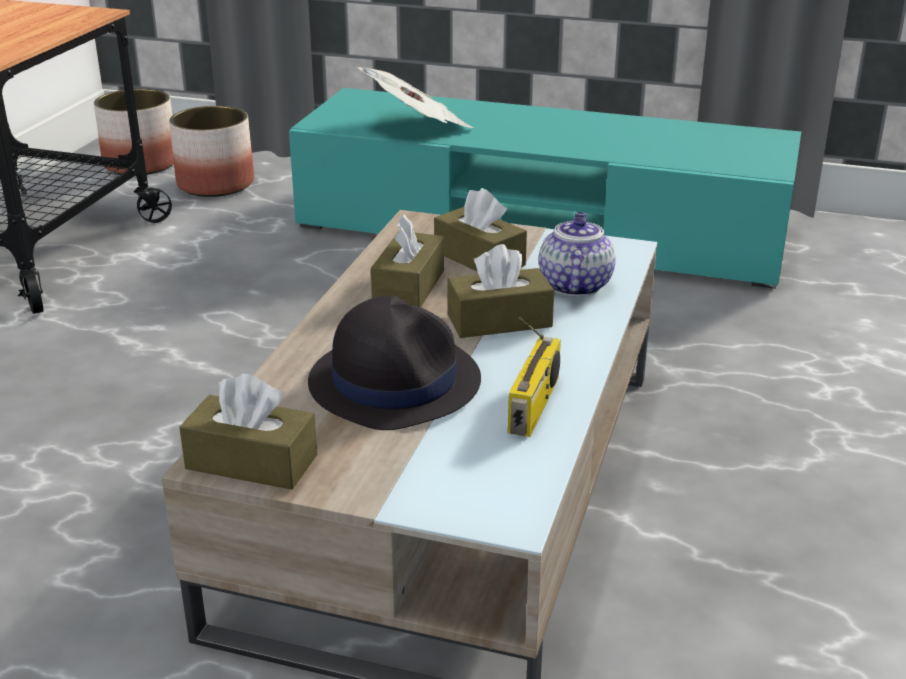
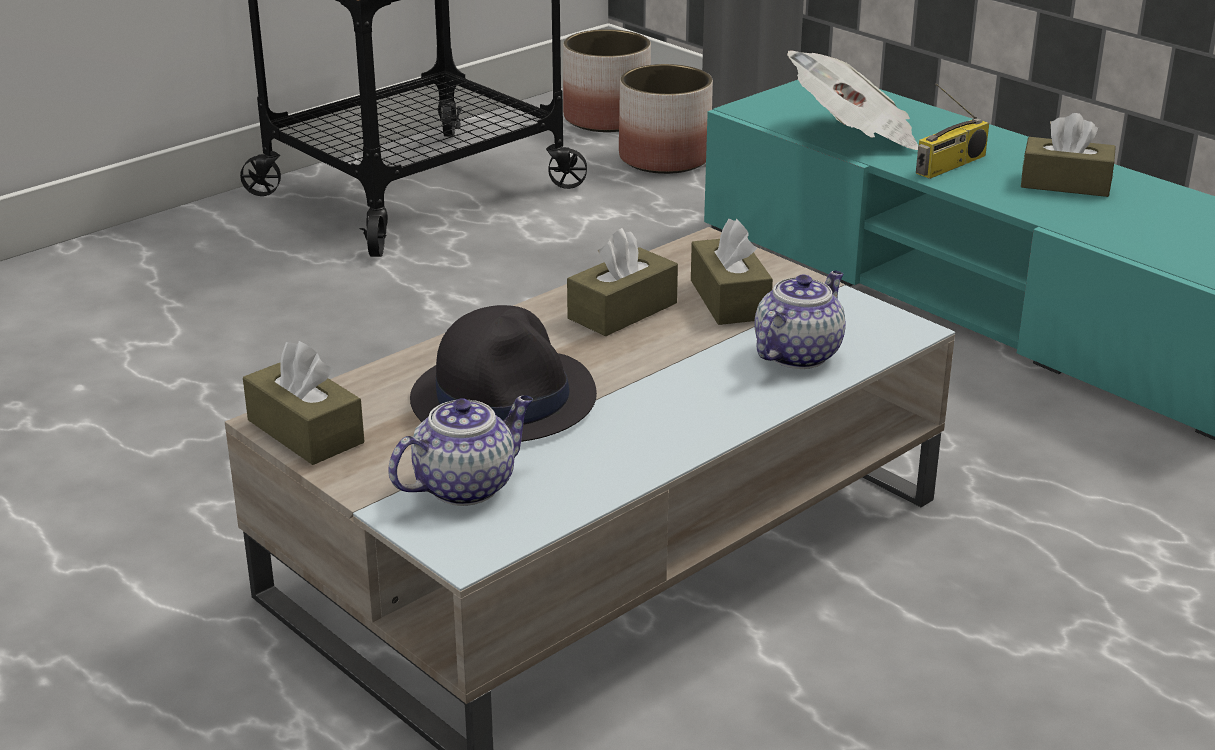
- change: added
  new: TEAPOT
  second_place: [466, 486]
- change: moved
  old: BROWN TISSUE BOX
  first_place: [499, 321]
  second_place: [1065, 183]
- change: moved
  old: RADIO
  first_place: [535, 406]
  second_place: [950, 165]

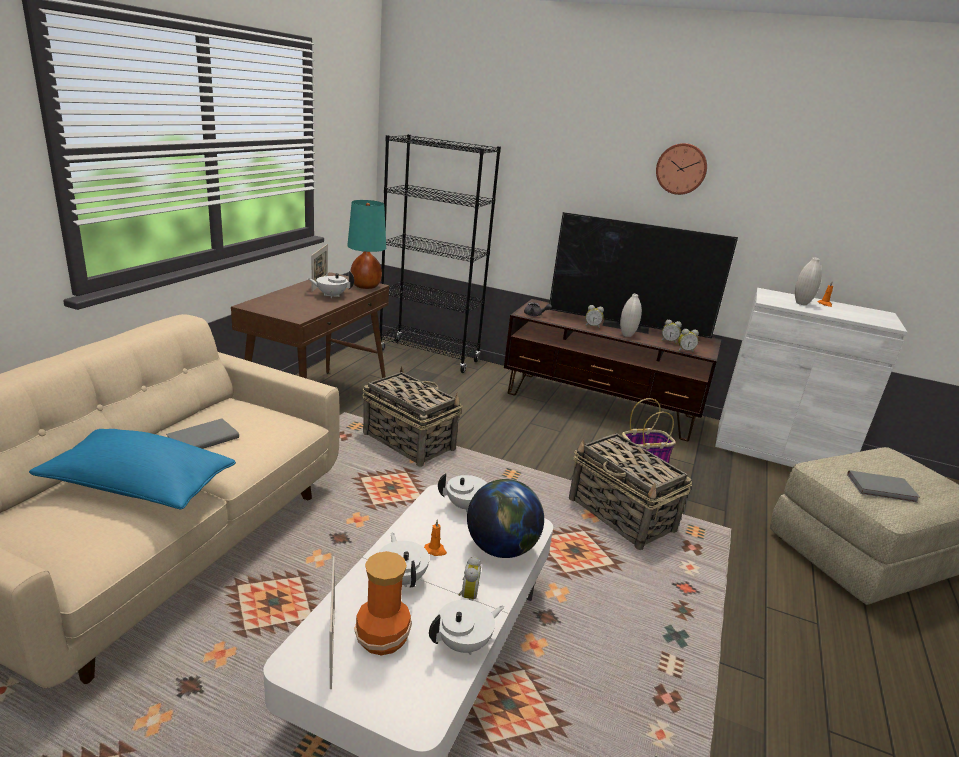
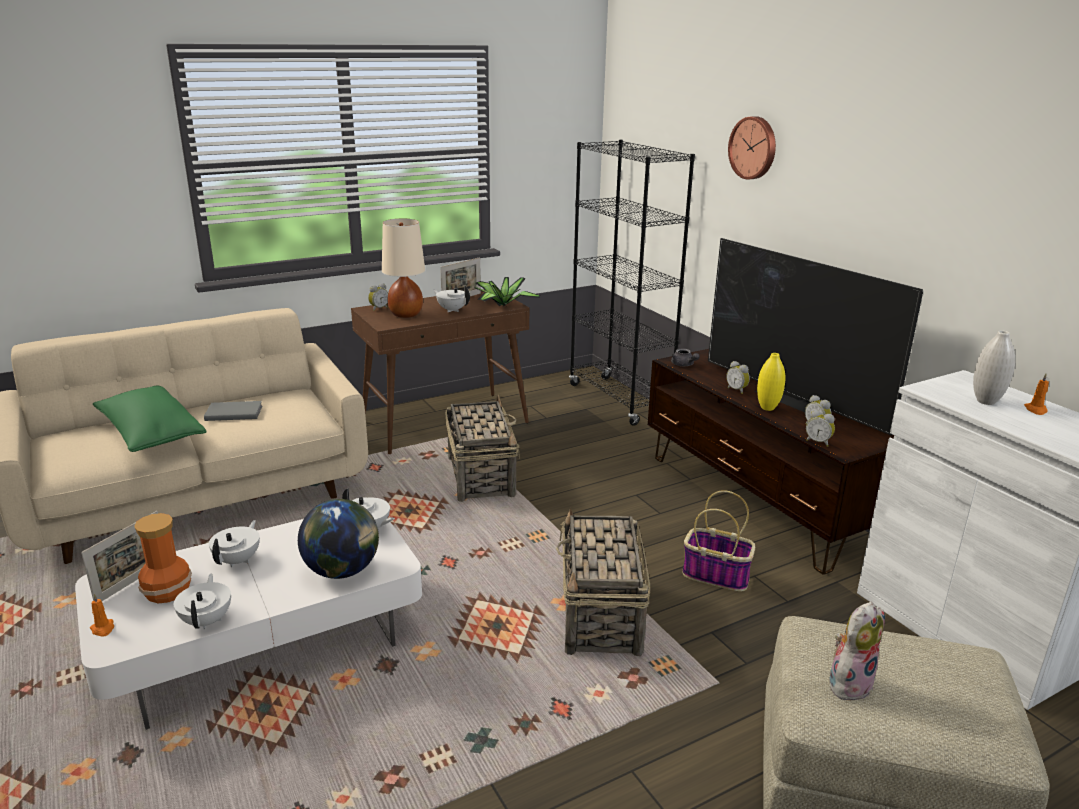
- change: added
  new: BEIGE TABLE LAMP
  second_place: [406, 314]
- change: moved
  old: ORANGE CANDLE
  first_place: [435, 550]
  second_place: [103, 629]
- change: moved
  old: ALARM CLOCK
  first_place: [467, 596]
  second_place: [378, 308]
- change: moved
  old: WALL CLOCK
  first_place: [681, 169]
  second_place: [754, 148]
- change: replaced
  old: TURQUOISE TABLE LAMP
  new: POTTED PLANT
  first_place: [365, 286]
  second_place: [502, 305]
- change: replaced
  old: GREY BOOK
  new: PLUSH TOY
  first_place: [882, 489]
  second_place: [849, 683]
- change: recoloured
  old: BLUE PILLOW
  new: GREEN PILLOW
  first_place: [139, 487]
  second_place: [151, 435]
- change: recoloured
  old: WHITE VASE
  new: YELLOW VASE
  first_place: [627, 335]
  second_place: [767, 408]
- change: turned
  old: WHITE TEAPOT
  first_place: [464, 643]
  second_place: [207, 620]
  degrees: -105

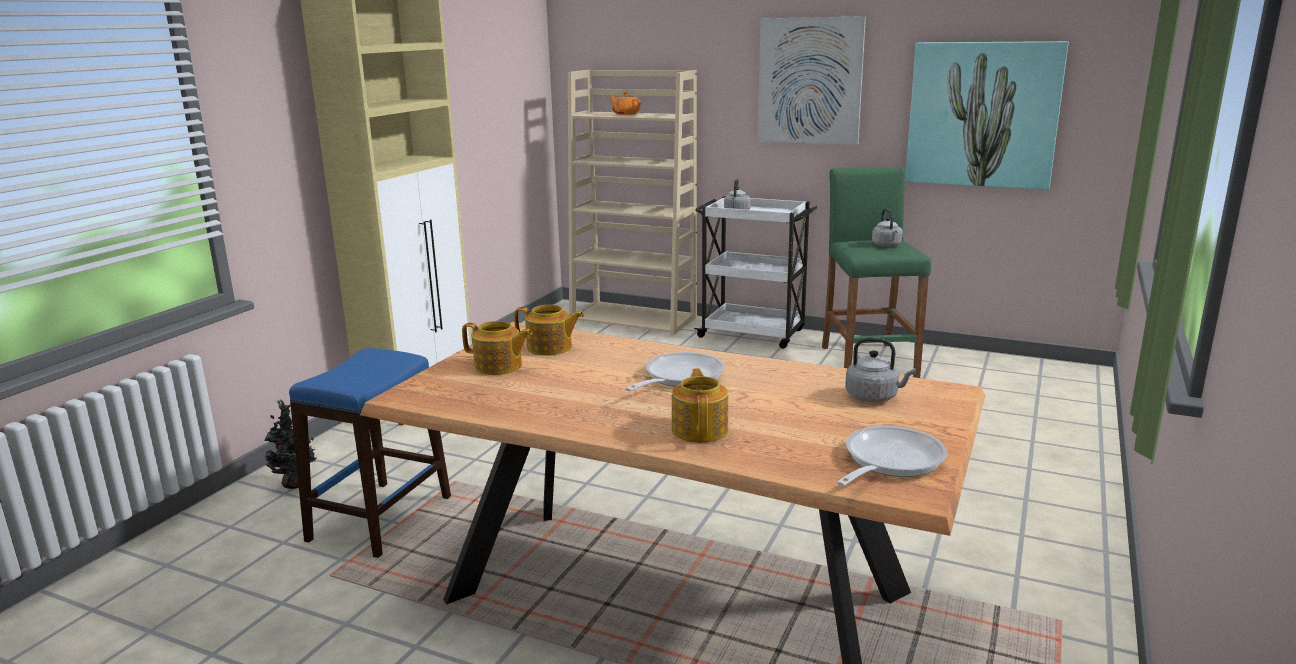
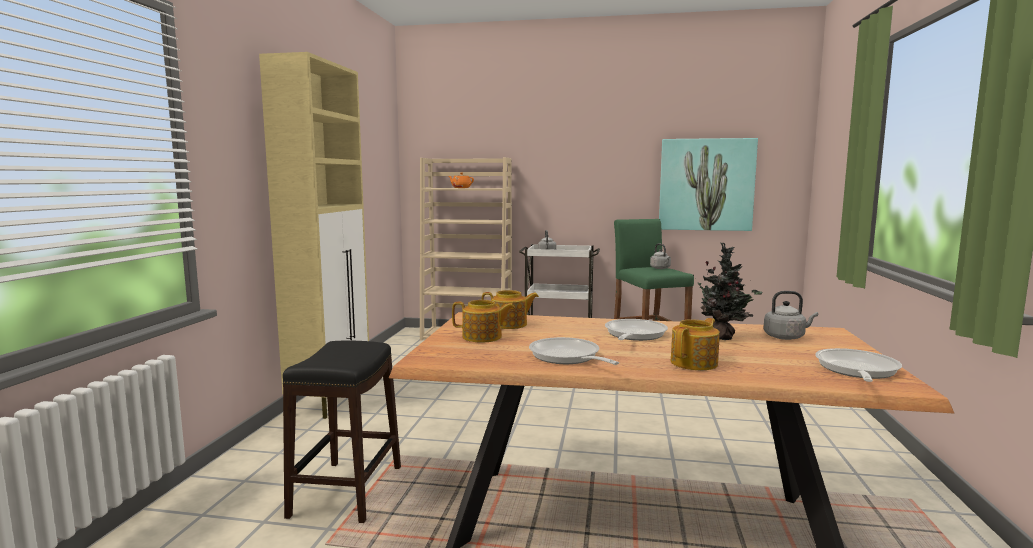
- change: removed
  old: PICTURE
  first_place: [809, 81]
- change: added
  new: FRYING PAN
  second_place: [567, 357]
- change: moved
  old: POTTED PLANT
  first_place: [296, 485]
  second_place: [723, 338]
- change: recoloured
  old: BLUE STOOL
  new: BLACK STOOL
  first_place: [379, 518]
  second_place: [346, 491]
- change: turned
  old: TEAPOT
  first_place: [700, 429]
  second_place: [695, 363]
  degrees: 60

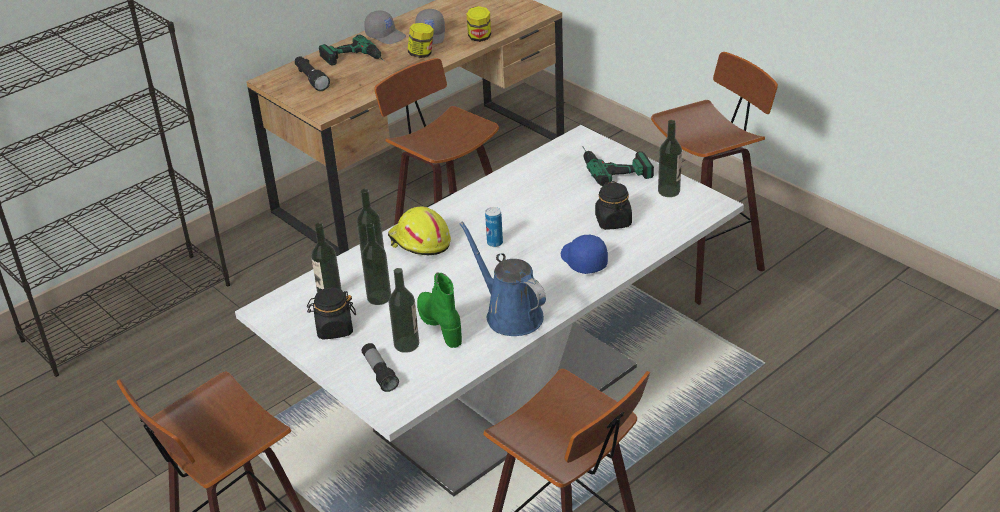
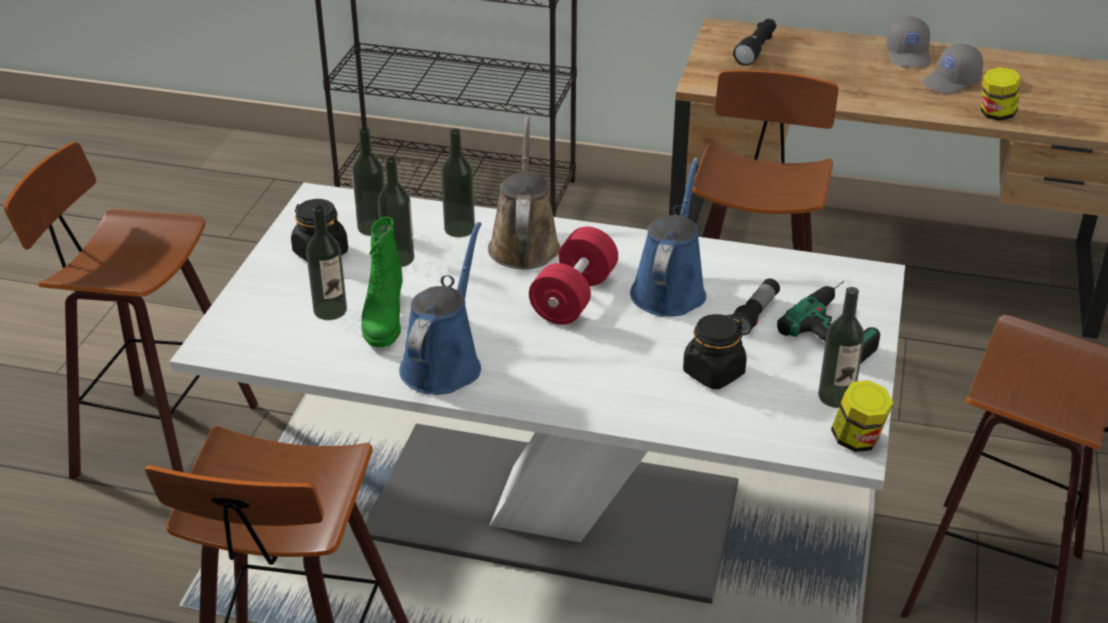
- change: removed
  old: POWER DRILL
  first_place: [355, 60]
- change: removed
  old: BLUE CAP
  first_place: [582, 260]
- change: added
  new: BLUE WATERING CAN
  second_place: [670, 289]
- change: moved
  old: FLASHLIGHT
  first_place: [379, 373]
  second_place: [754, 315]
- change: moved
  old: JAR
  first_place: [421, 54]
  second_place: [857, 440]
- change: replaced
  old: YELLOW HARD HAT
  new: BROWN WATERING CAN
  first_place: [419, 242]
  second_place: [524, 244]
- change: replaced
  old: CAN
  new: RED DUMBBELL
  first_place: [495, 243]
  second_place: [574, 297]
- change: turned
  old: GREEN BOOT
  first_place: [441, 325]
  second_place: [383, 320]
  degrees: 150

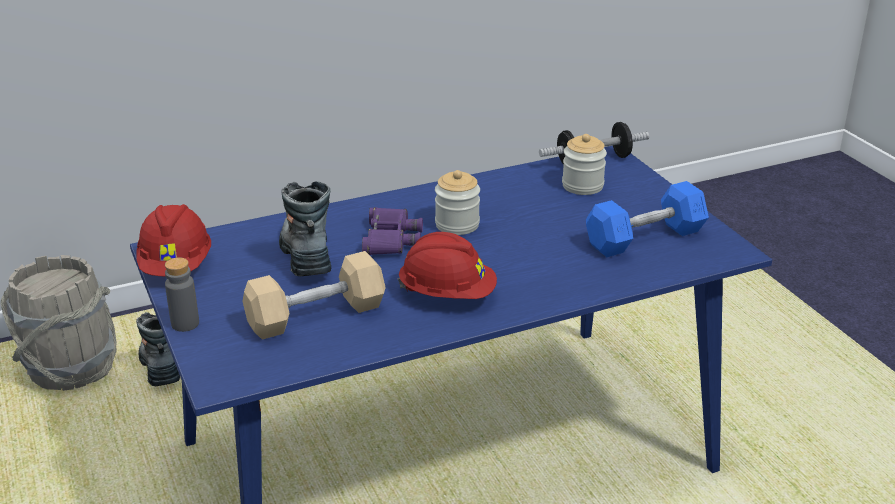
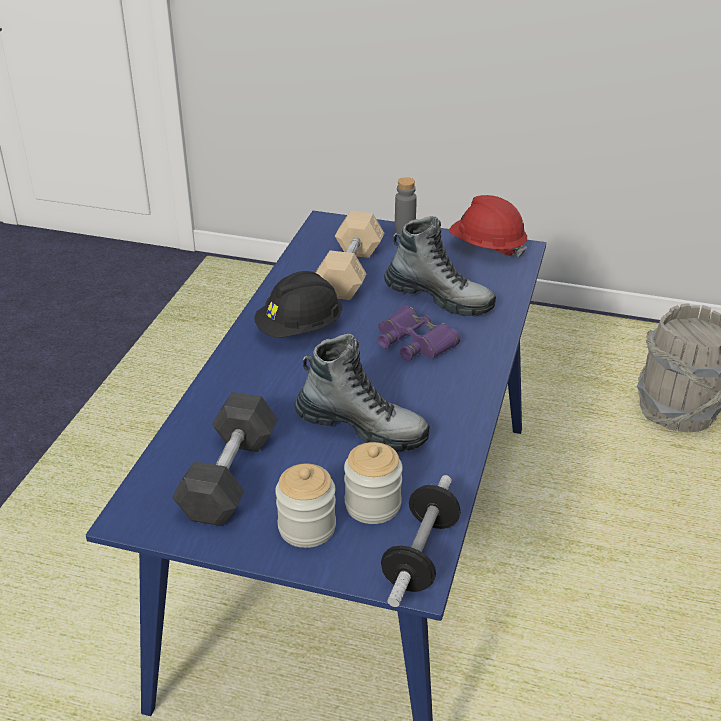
- change: moved
  old: BOOT
  first_place: [161, 364]
  second_place: [362, 427]
- change: moved
  old: JAR
  first_place: [457, 225]
  second_place: [307, 528]
- change: recoloured
  old: RED HARD HAT
  new: BLACK HARD HAT
  first_place: [447, 294]
  second_place: [300, 329]
- change: recoloured
  old: BLUE DUMBBELL
  new: GREY DUMBBELL
  first_place: [645, 238]
  second_place: [229, 477]

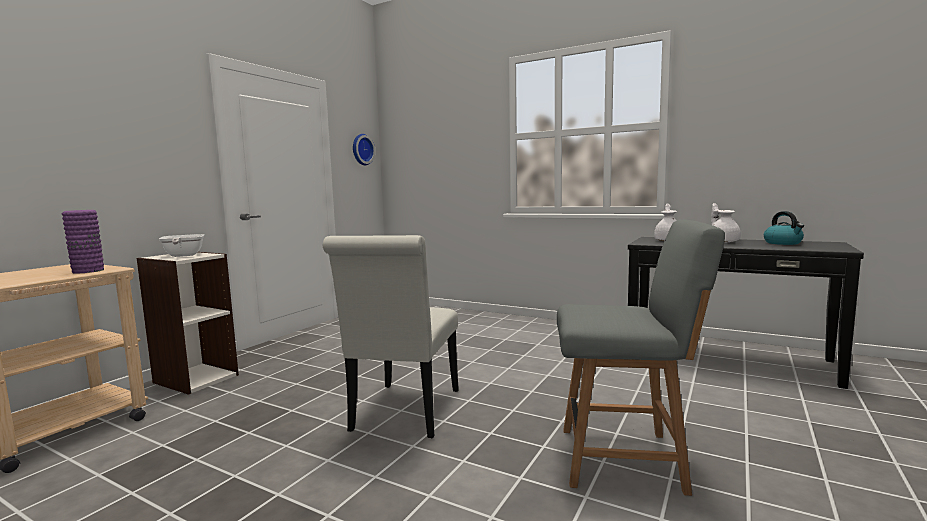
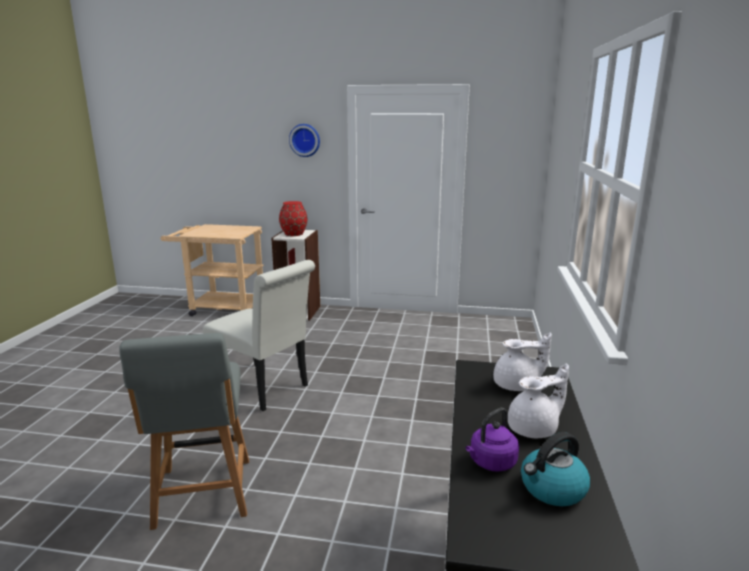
- change: removed
  old: PURPLE VASE
  first_place: [88, 271]
- change: added
  new: PURPLE KETTLE
  second_place: [491, 463]
- change: moved
  old: WALL CLOCK
  first_place: [361, 149]
  second_place: [305, 140]
- change: replaced
  old: FRYING PAN
  new: RED VASE
  first_place: [183, 256]
  second_place: [293, 234]
- change: turned
  old: WHITE CHAIR
  first_place: [404, 413]
  second_place: [264, 388]
  degrees: -135

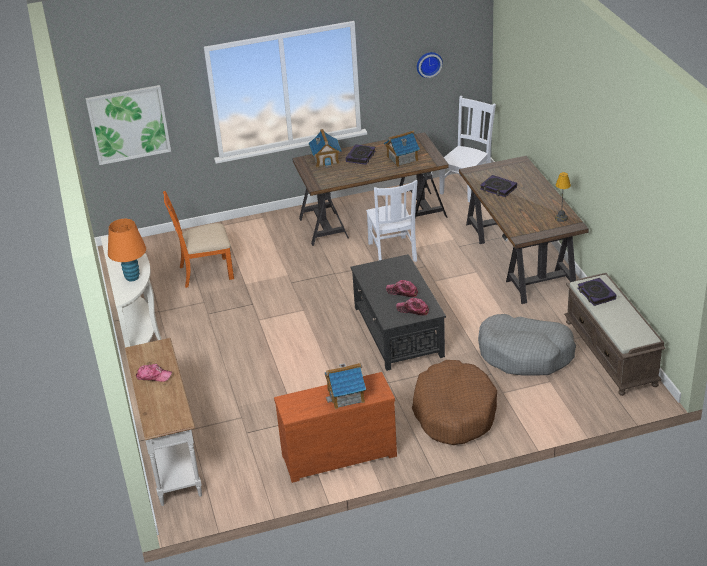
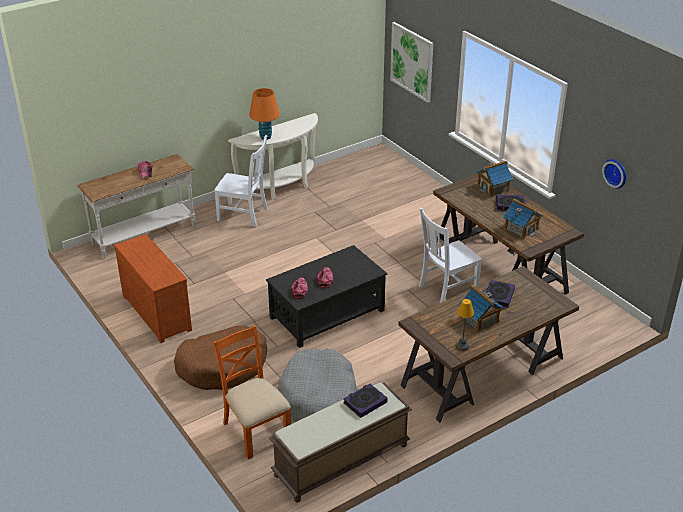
- change: moved
  old: ORANGE CHAIR
  first_place: [205, 272]
  second_place: [255, 430]
- change: moved
  old: TOY HOUSE
  first_place: [346, 395]
  second_place: [479, 319]
- change: moved
  old: WHITE CHAIR
  first_place: [466, 187]
  second_place: [244, 215]

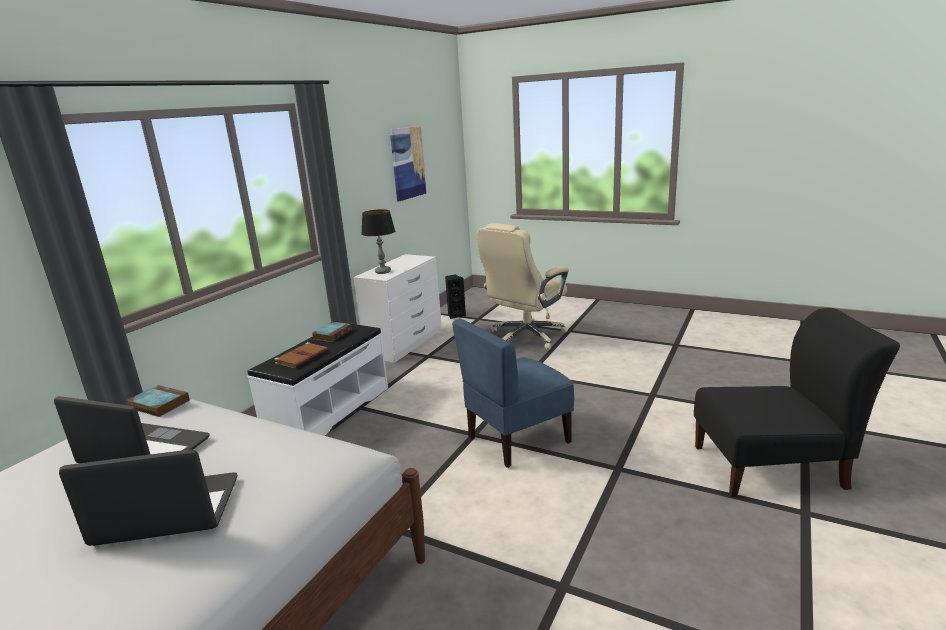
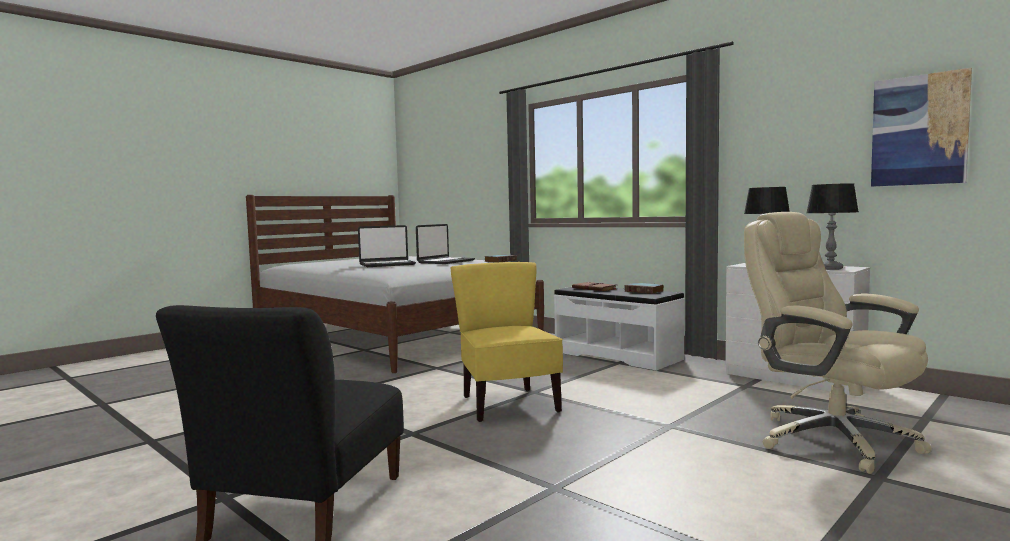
- change: removed
  old: BLACK SPEAKER
  first_place: [455, 315]
- change: added
  new: TABLE LAMP
  second_place: [830, 269]
- change: recoloured
  old: BLUE CHAIR
  new: YELLOW CHAIR
  first_place: [517, 439]
  second_place: [507, 404]
- change: turned
  old: LAPTOP
  first_place: [168, 512]
  second_place: [387, 264]
  degrees: 60

